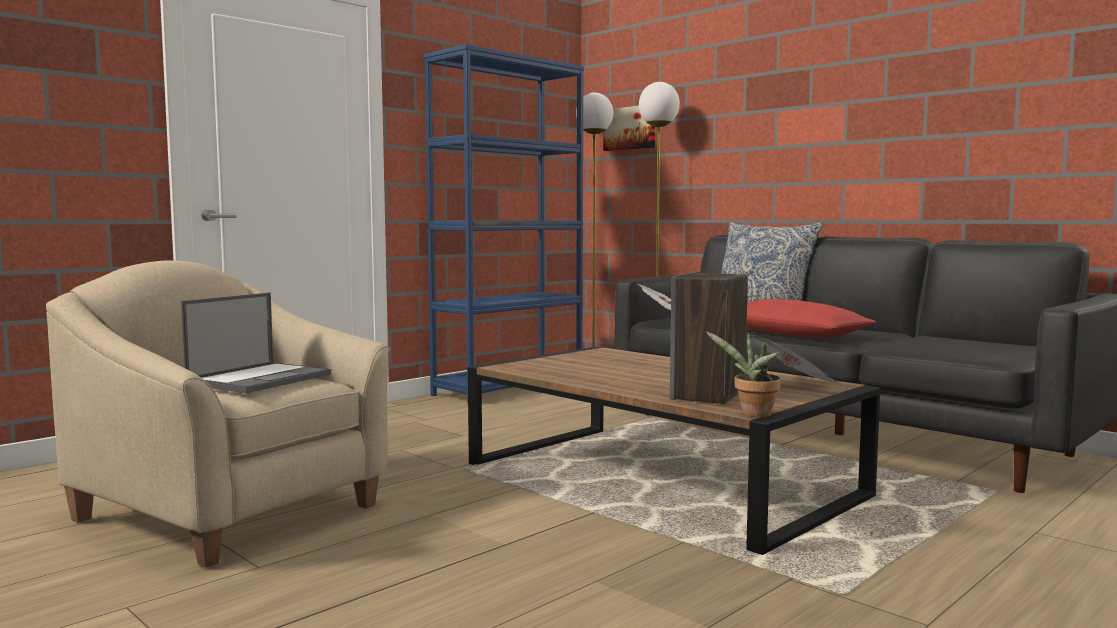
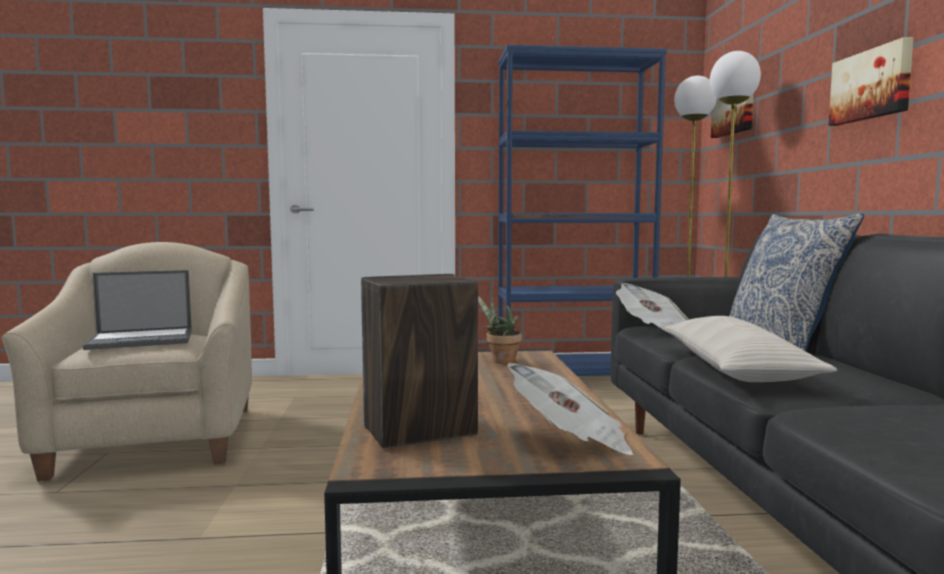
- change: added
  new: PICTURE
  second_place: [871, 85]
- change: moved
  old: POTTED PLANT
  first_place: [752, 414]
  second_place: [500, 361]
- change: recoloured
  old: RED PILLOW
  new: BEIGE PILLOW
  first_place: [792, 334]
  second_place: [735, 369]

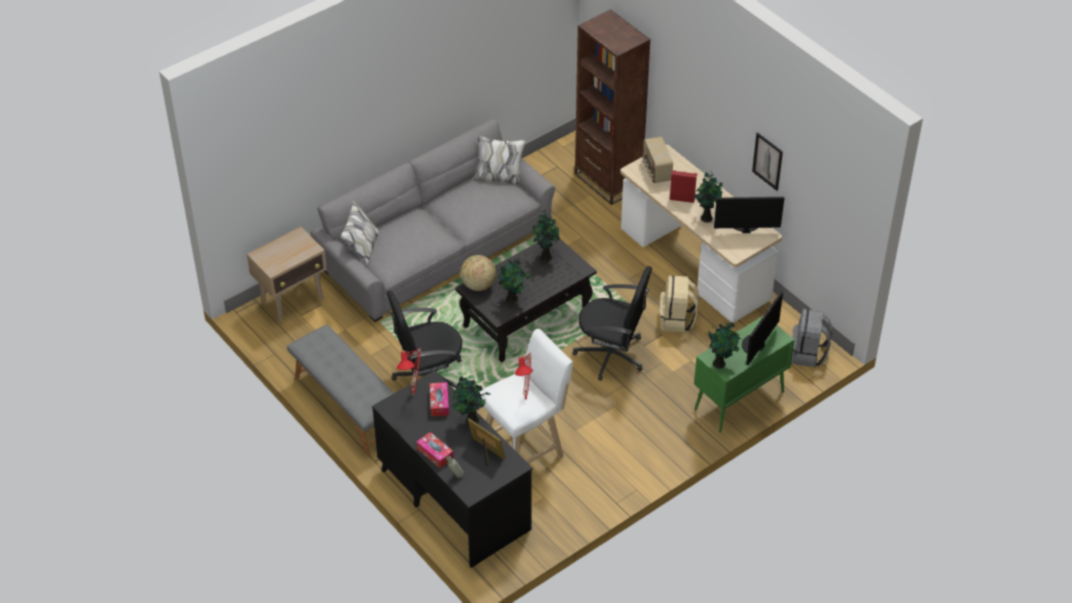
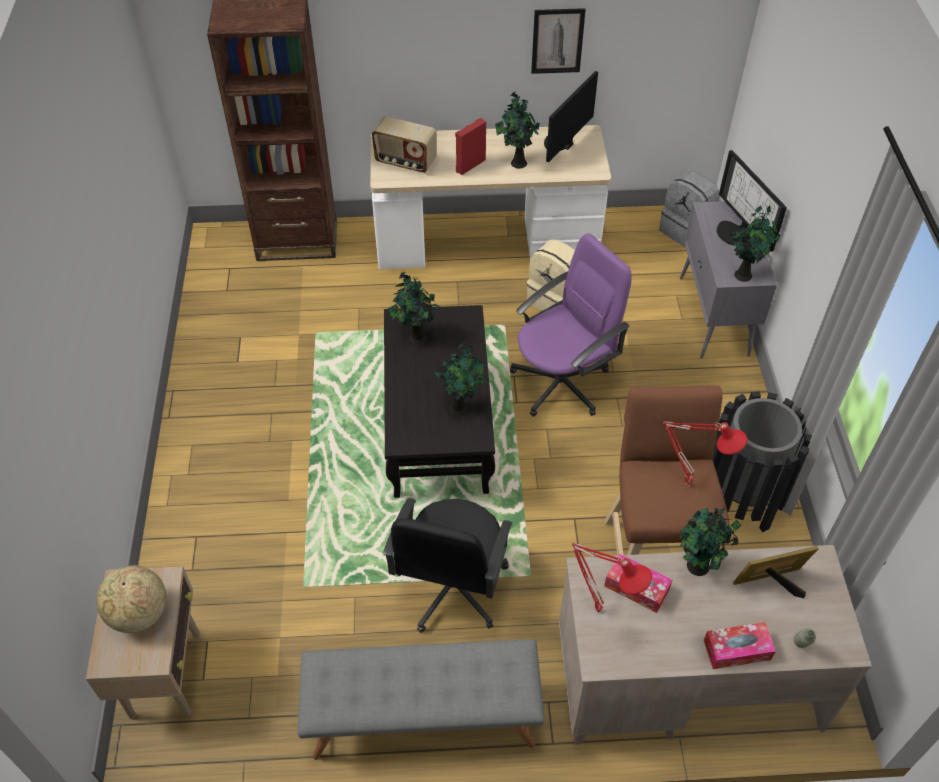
- change: removed
  old: GREY SOFA
  first_place: [437, 248]
- change: added
  new: BLACK TRASH CAN
  second_place: [740, 498]
- change: moved
  old: GLOBE
  first_place: [478, 285]
  second_place: [139, 614]
- change: recoloured
  old: BLACK DESK
  new: BEIGE DESK
  first_place: [453, 498]
  second_place: [685, 682]
- change: recoloured
  old: WHITE STOOL
  new: BROWN STOOL
  first_place: [525, 450]
  second_place: [653, 551]
- change: recoloured
  old: BLACK OFFICE CHAIR
  new: PURPLE OFFICE CHAIR
  first_place: [611, 355]
  second_place: [562, 382]
- change: recoloured
  old: GREEN CABINET
  new: GREY CABINET
  first_place: [738, 401]
  second_place: [714, 317]

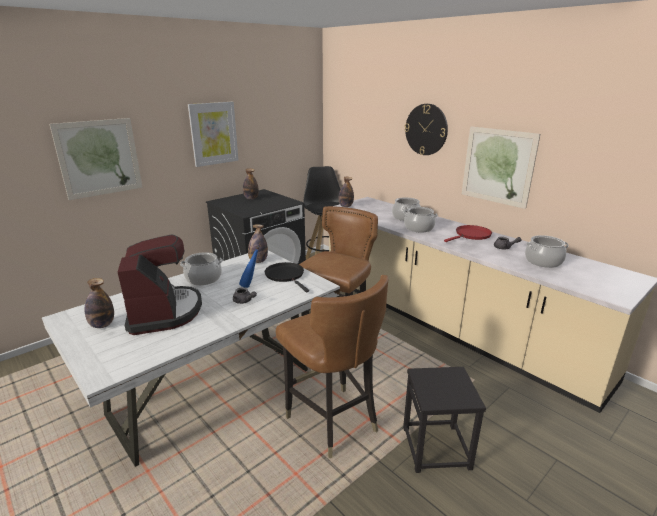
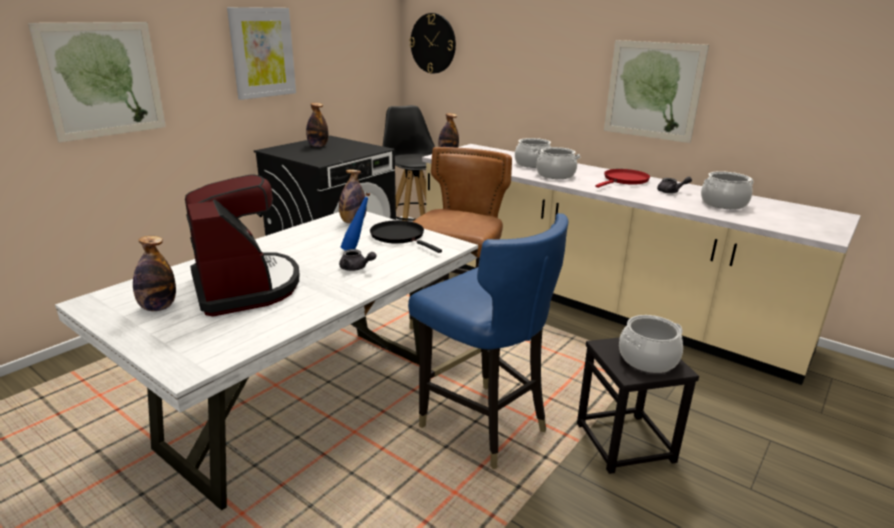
- change: moved
  old: COOKING POT
  first_place: [203, 279]
  second_place: [648, 359]
- change: moved
  old: WALL CLOCK
  first_place: [426, 129]
  second_place: [433, 43]
- change: recoloured
  old: BROWN CHAIR
  new: BLUE CHAIR
  first_place: [332, 421]
  second_place: [482, 425]

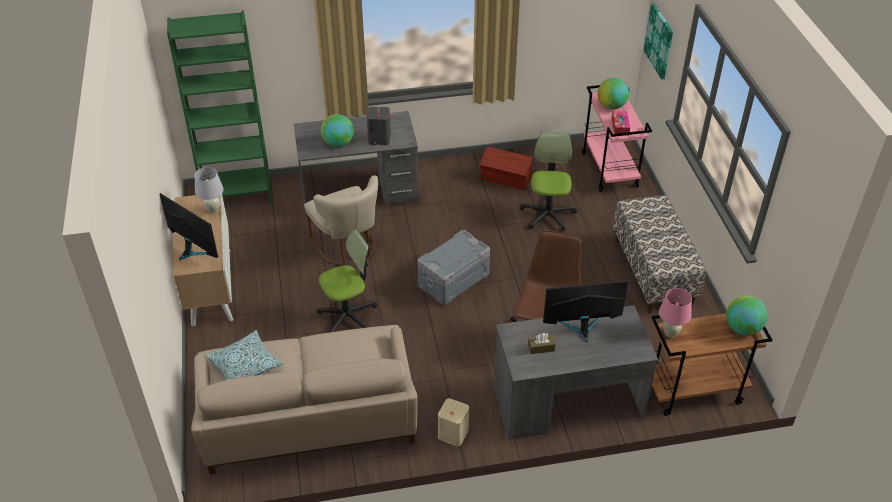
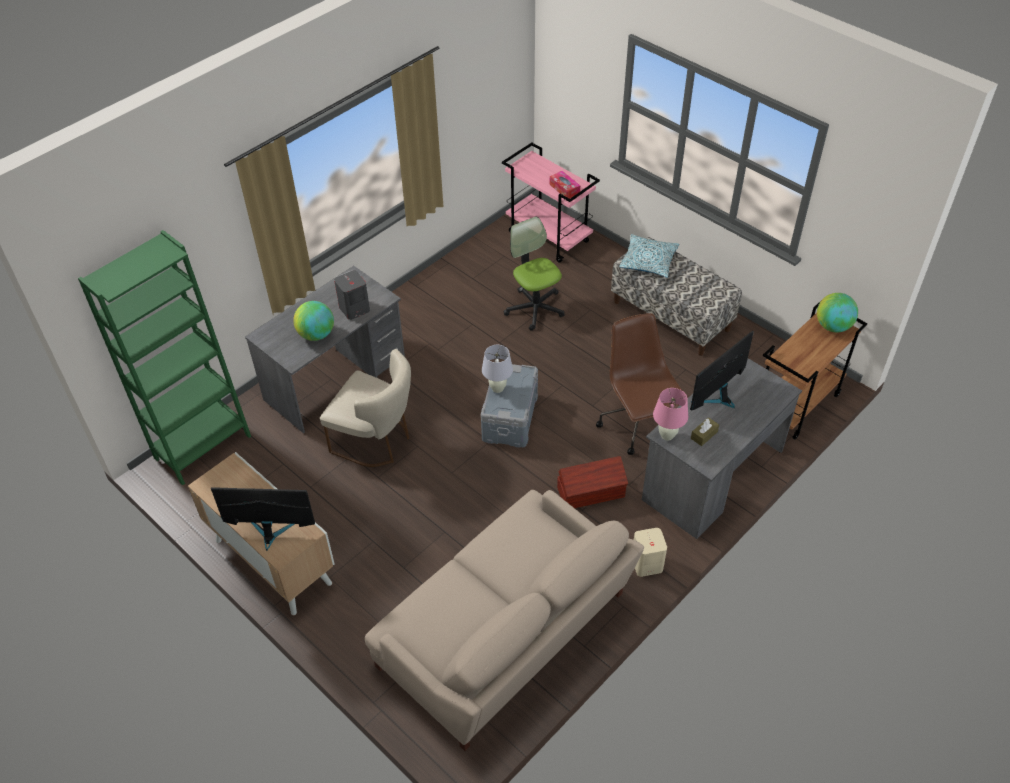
- change: removed
  old: OFFICE CHAIR
  first_place: [348, 316]
- change: removed
  old: GLOBE
  first_place: [611, 106]
- change: removed
  old: PICTURE
  first_place: [659, 41]
- change: moved
  old: WHITE TABLE LAMP
  first_place: [213, 209]
  second_place: [498, 388]
- change: moved
  old: PILLOW
  first_place: [245, 365]
  second_place: [648, 261]
- change: moved
  old: BROWN STORAGE BOX
  first_place: [506, 179]
  second_place: [591, 493]
- change: moved
  old: PINK TABLE LAMP
  first_place: [670, 333]
  second_place: [667, 435]

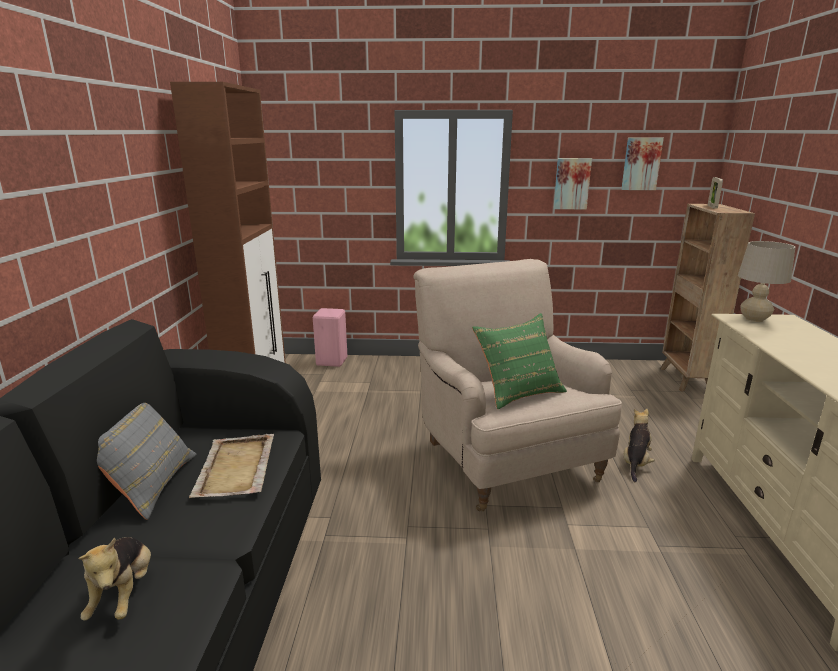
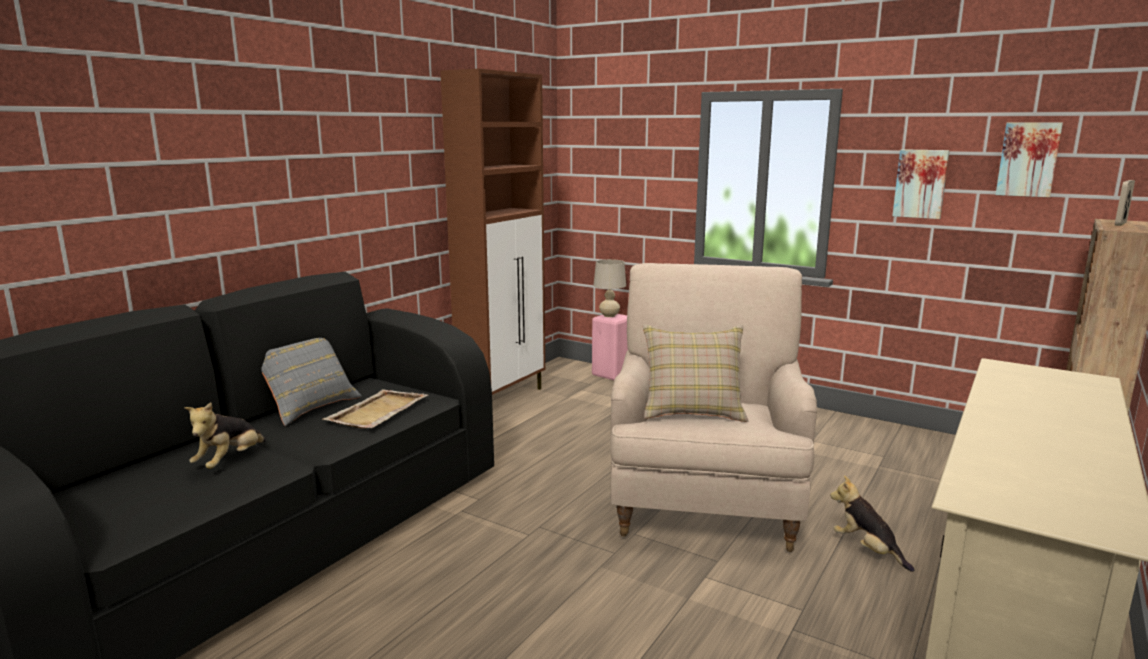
- change: moved
  old: BEIGE TABLE LAMP
  first_place: [754, 319]
  second_place: [609, 315]
- change: recoloured
  old: GREEN PILLOW
  new: BEIGE PILLOW
  first_place: [518, 392]
  second_place: [692, 411]
- change: turned
  old: PLUSH TOY
  first_place: [635, 463]
  second_place: [867, 550]
  degrees: -90

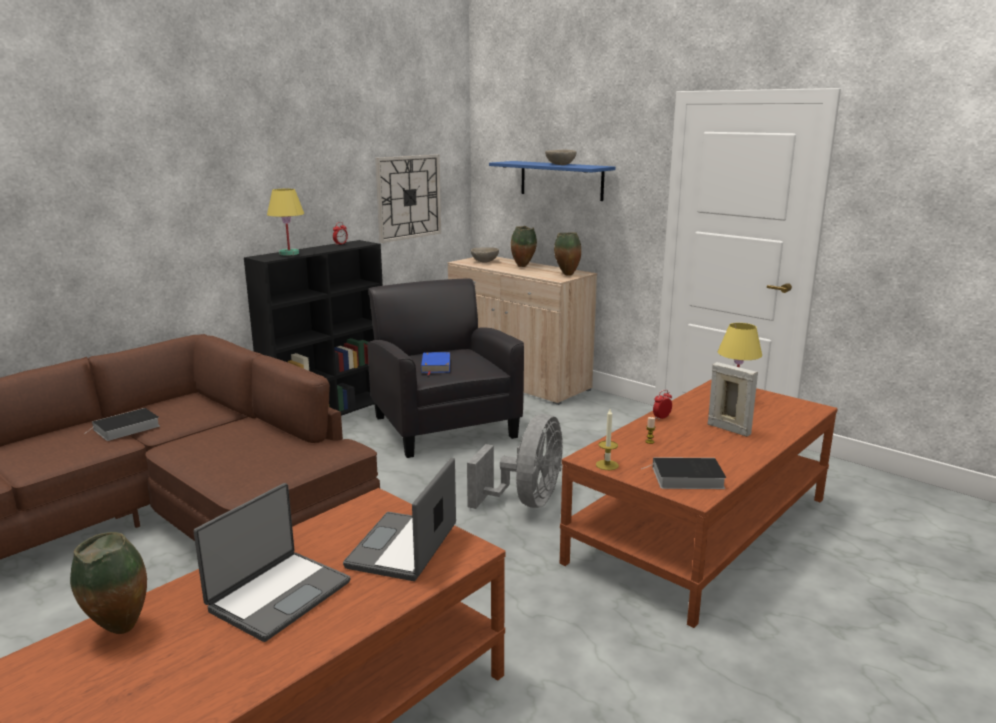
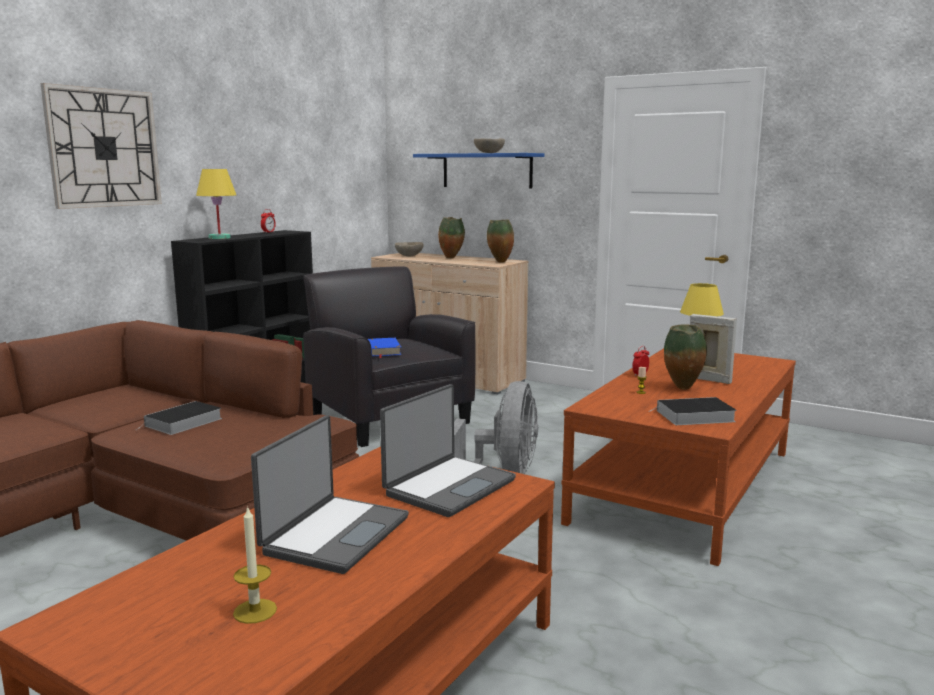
- change: moved
  old: VASE
  first_place: [119, 631]
  second_place: [683, 389]
- change: moved
  old: BOOK
  first_place: [125, 428]
  second_place: [182, 423]
- change: moved
  old: WALL CLOCK
  first_place: [408, 197]
  second_place: [104, 148]
- change: moved
  old: CANDLE
  first_place: [607, 465]
  second_place: [255, 611]
- change: turned
  old: LAPTOP
  first_place: [404, 548]
  second_place: [448, 487]
  degrees: -150

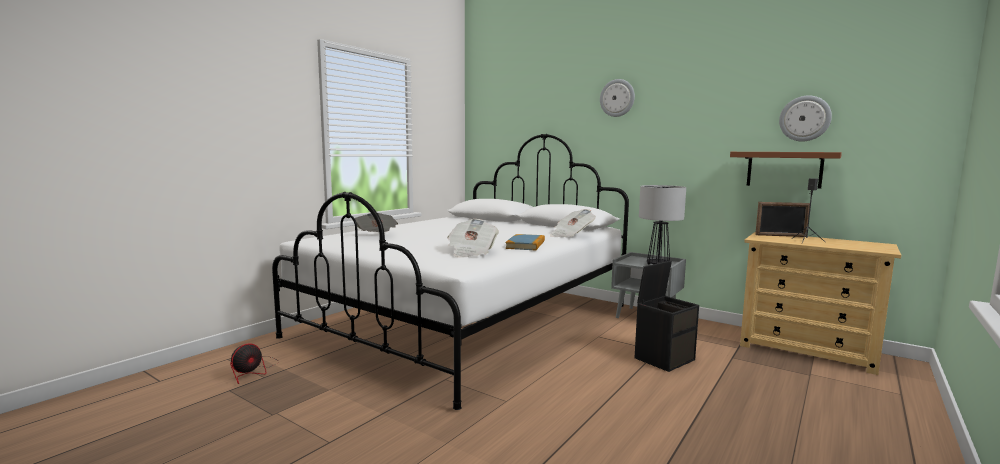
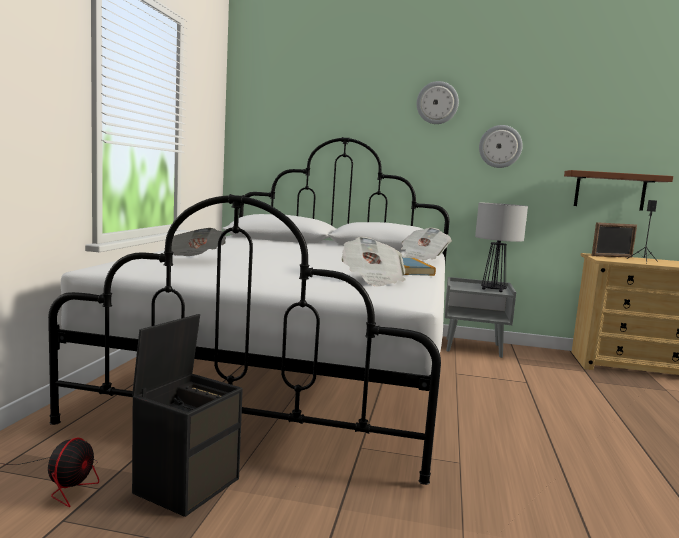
- change: moved
  old: BLACK STORAGE BOX
  first_place: [664, 358]
  second_place: [187, 484]
- change: moved
  old: WALL CLOCK
  first_place: [804, 118]
  second_place: [500, 146]

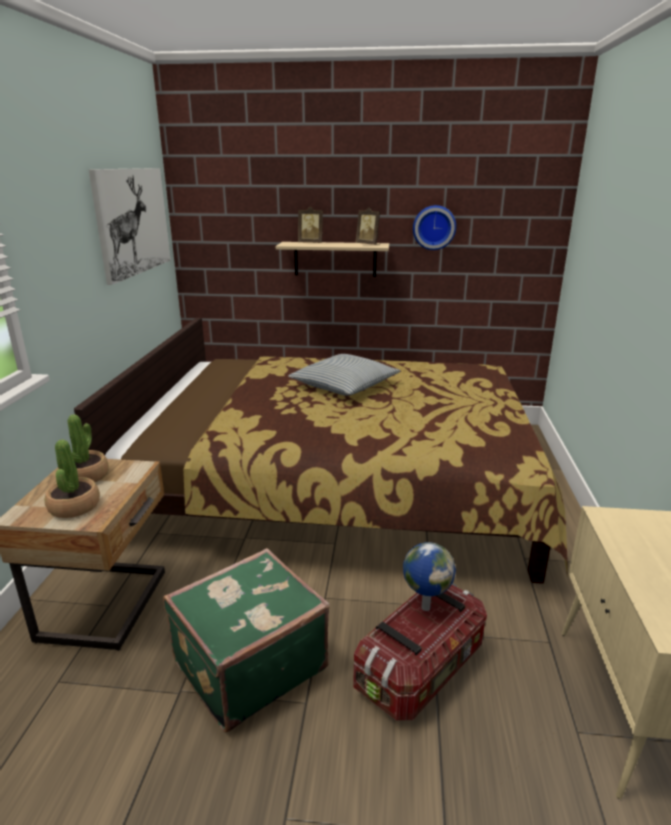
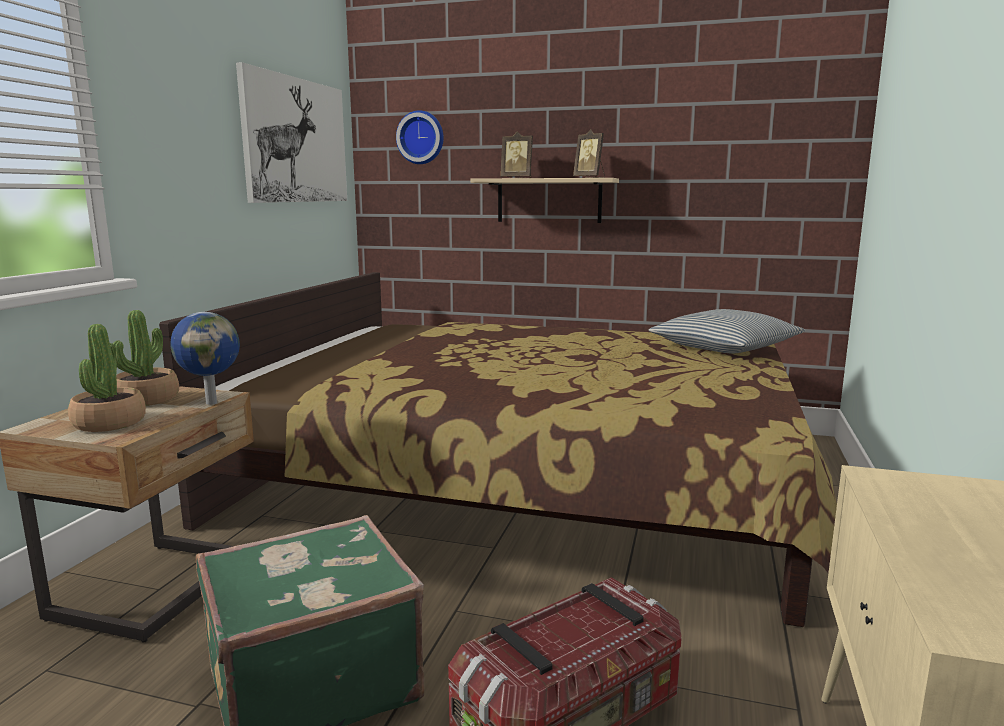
- change: moved
  old: PILLOW
  first_place: [344, 385]
  second_place: [724, 347]
- change: moved
  old: GLOBE
  first_place: [425, 607]
  second_place: [212, 402]
- change: moved
  old: WALL CLOCK
  first_place: [434, 227]
  second_place: [421, 138]

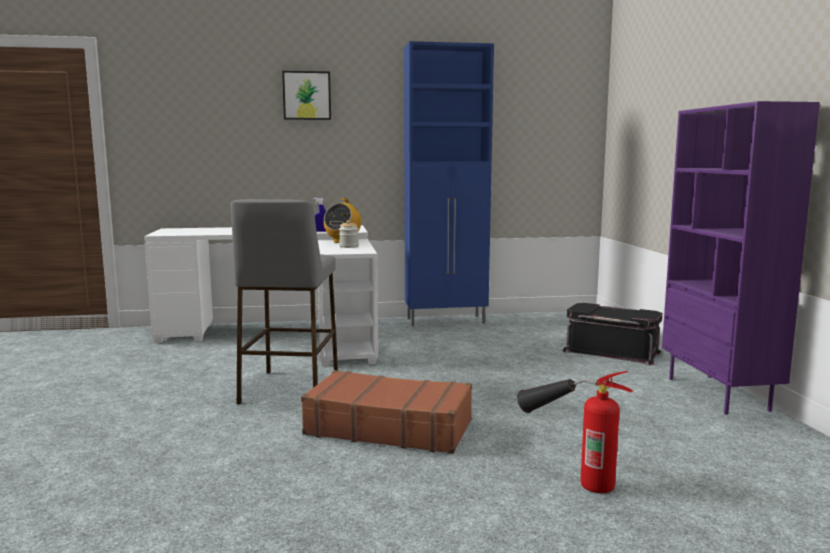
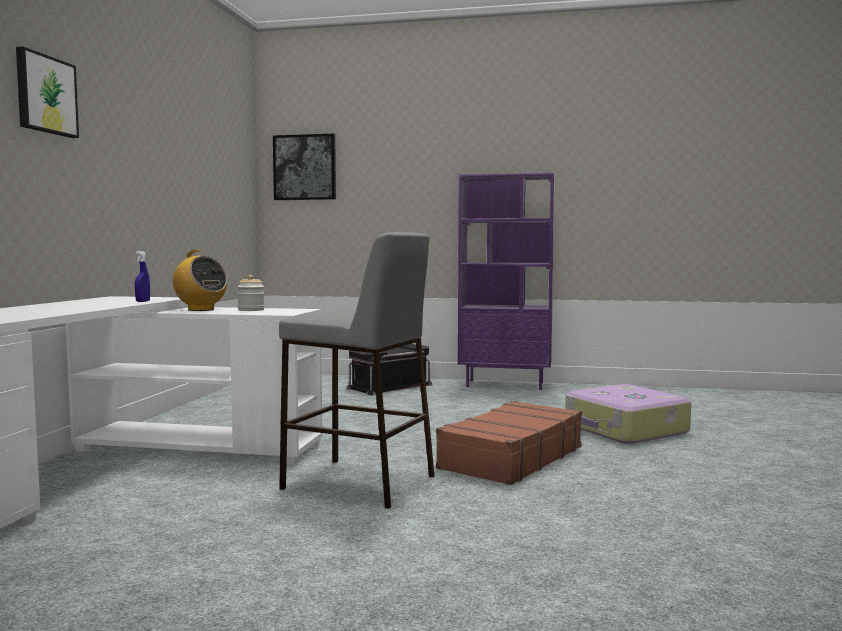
- change: removed
  old: BLUE CABINET
  first_place: [447, 321]
- change: added
  new: PICTURE
  second_place: [305, 167]
- change: replaced
  old: FIRE EXTINGUISHER
  new: SUITCASE
  first_place: [568, 475]
  second_place: [625, 429]

